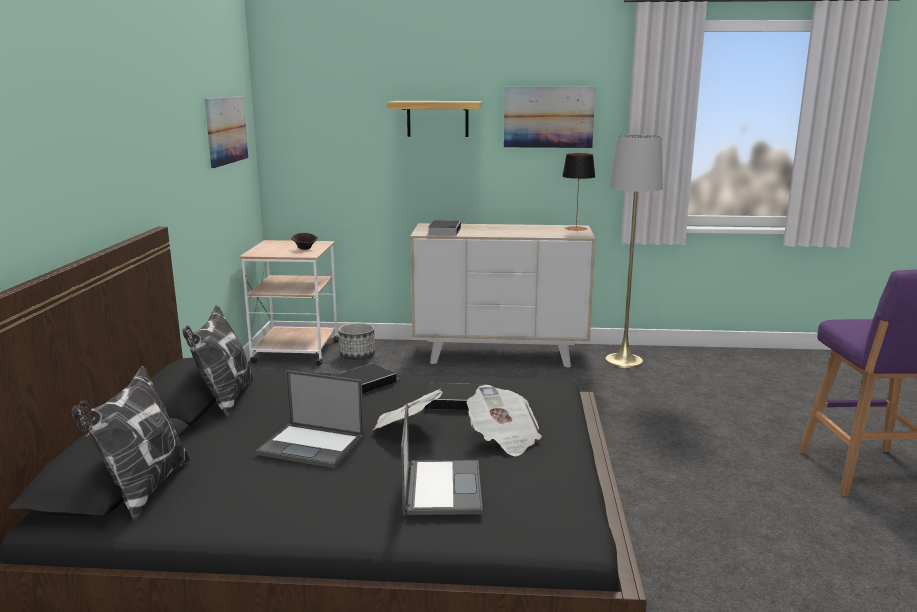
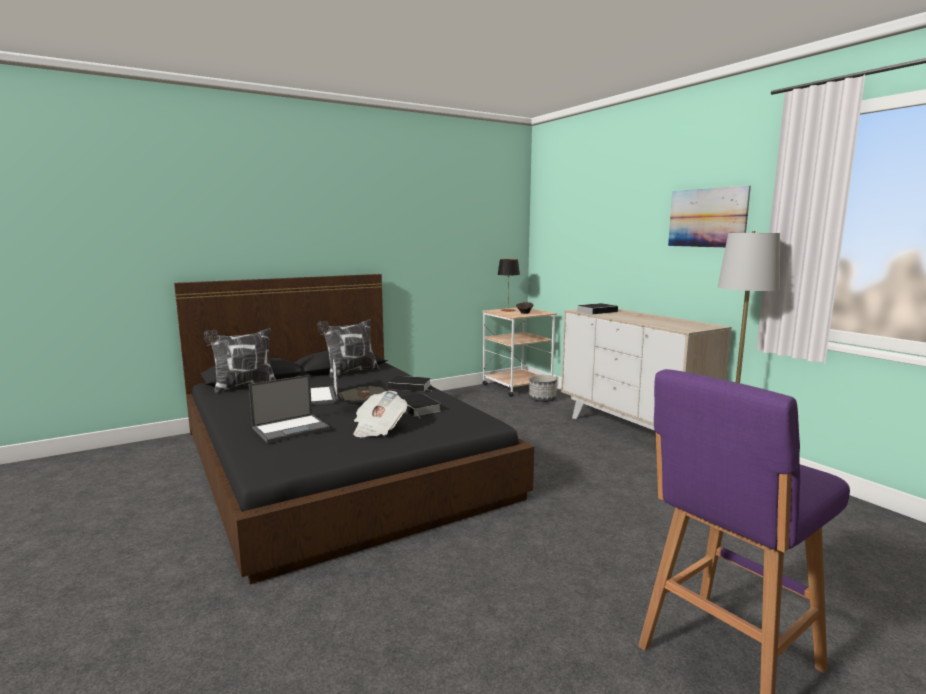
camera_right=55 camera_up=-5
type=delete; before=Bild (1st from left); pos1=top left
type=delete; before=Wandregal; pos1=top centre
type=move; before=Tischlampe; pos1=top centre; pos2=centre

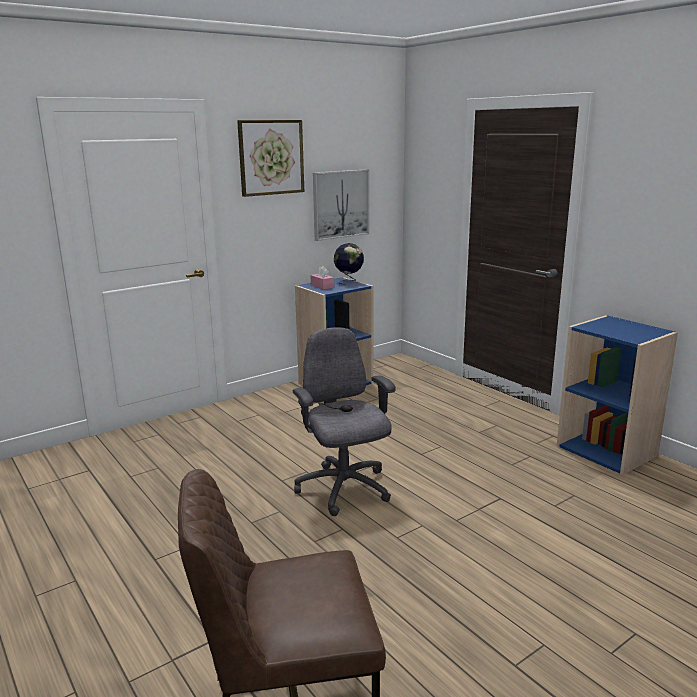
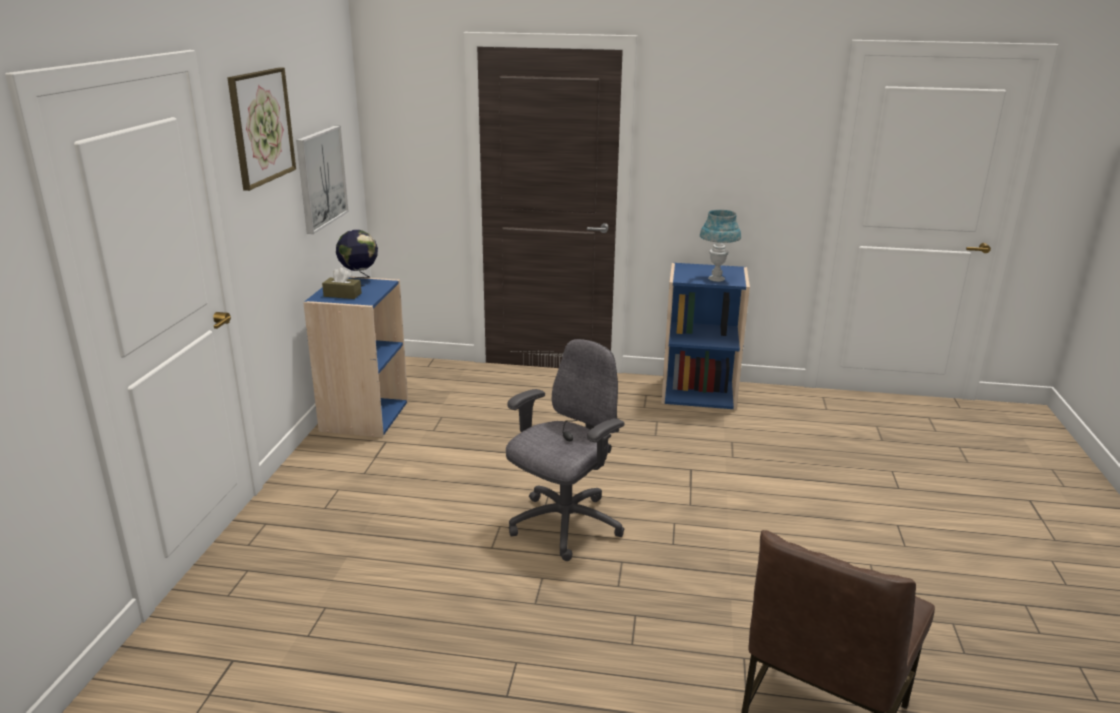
camera_right=-45 camera_up=5
type=insert; after=Tischlampe/blau; pos2=centre
type=recolor; before=Taschentuchbox/rosa; after=Taschentuchbox/braun; pos1=centre; pos2=middle left
type=rotate; before=Bürostuhl/grau; pos1=centre; pos2=centre; turn=105

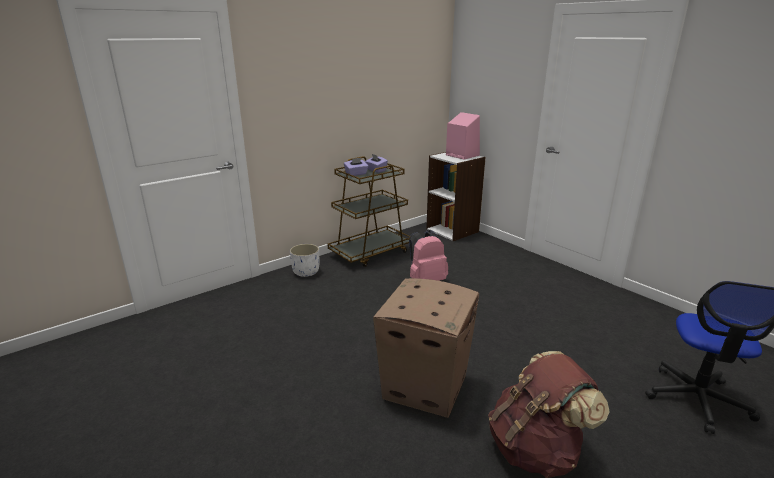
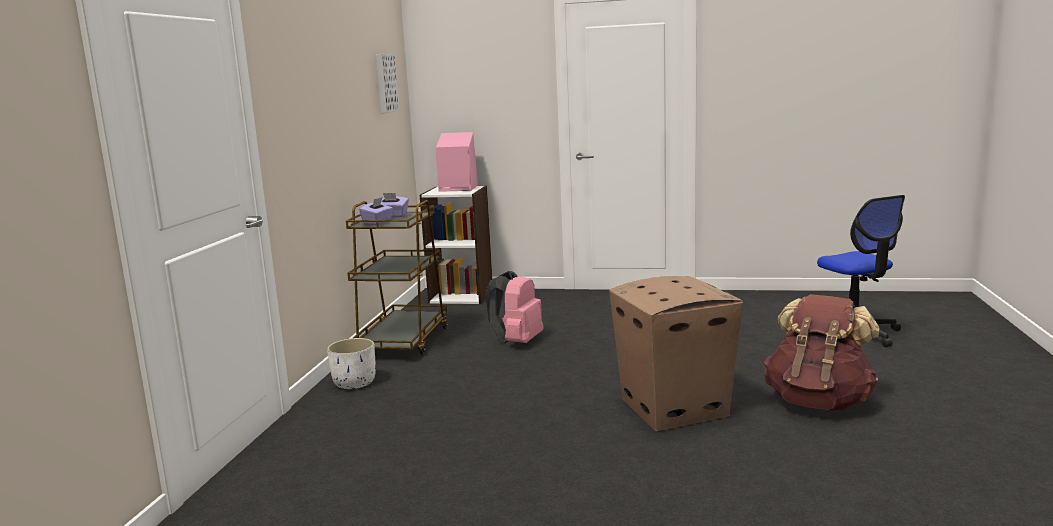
camera_right=-40 camera_up=-10
type=insert; after=Bild; pos2=top centre

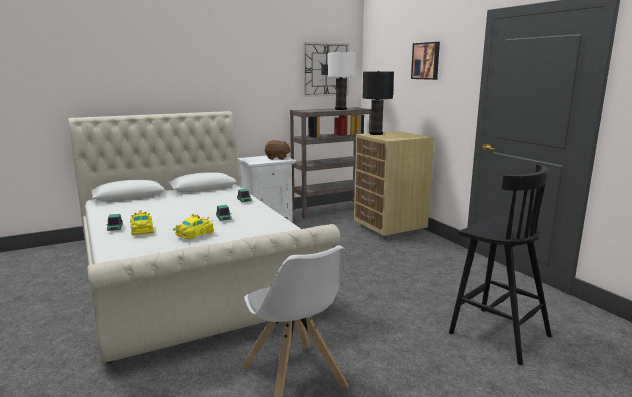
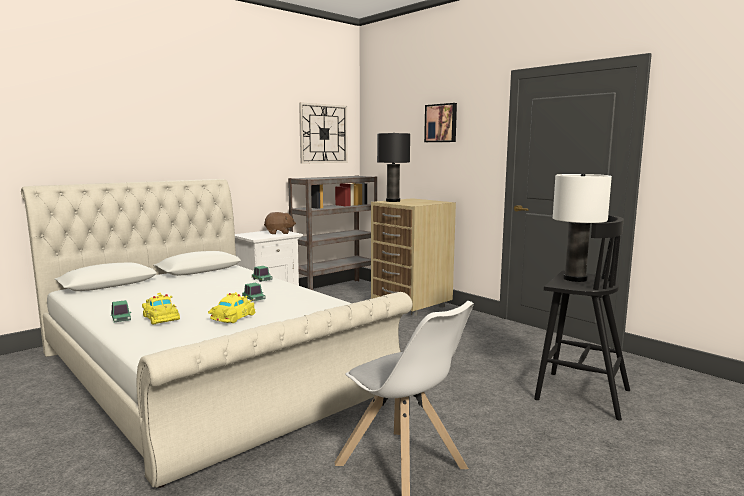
camera_right=-15 camera_up=-5
type=move; before=Tischlampe/weiß; pos1=top centre; pos2=middle right

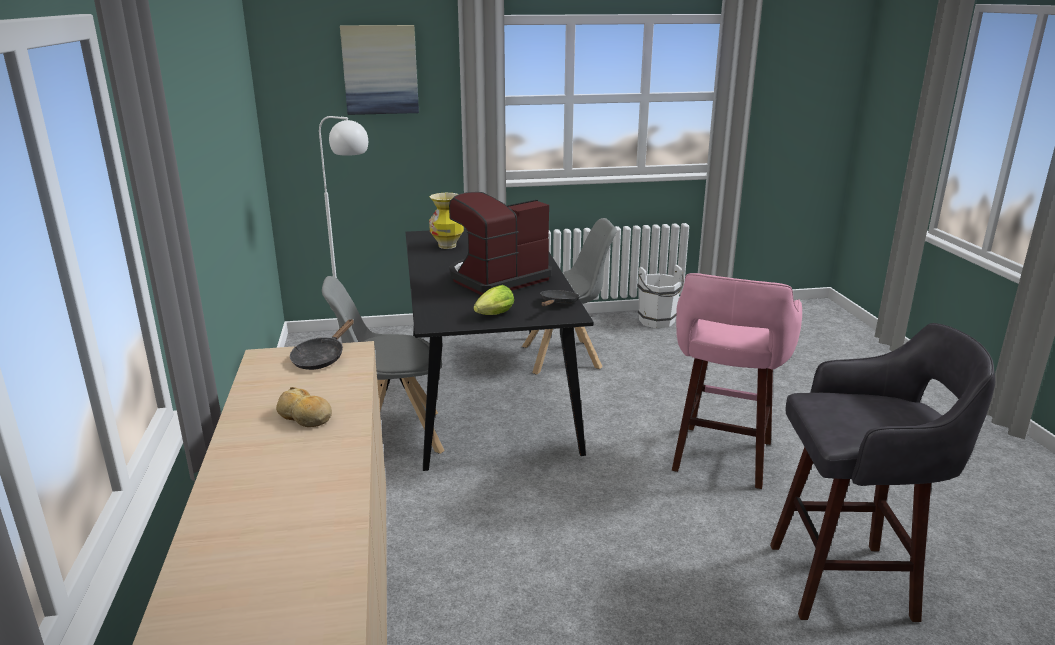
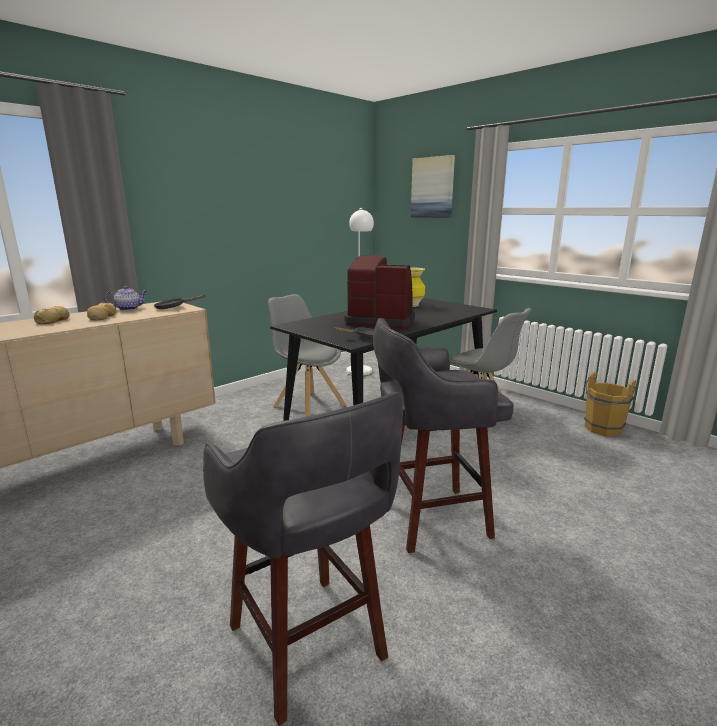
camera_right=55 camera_up=-5
type=delete; before=Salatkopf; pos1=centre
type=insert; after=Brot (1st from left); pos2=middle left
type=insert; after=Teekanne; pos2=middle left
type=recolor; before=Eimer/weiß; after=Eimer/braun; pos1=centre; pos2=middle right
type=recolor; before=Hocker/rosa; after=Hocker/grau (2nd from left); pos1=middle right; pos2=centre

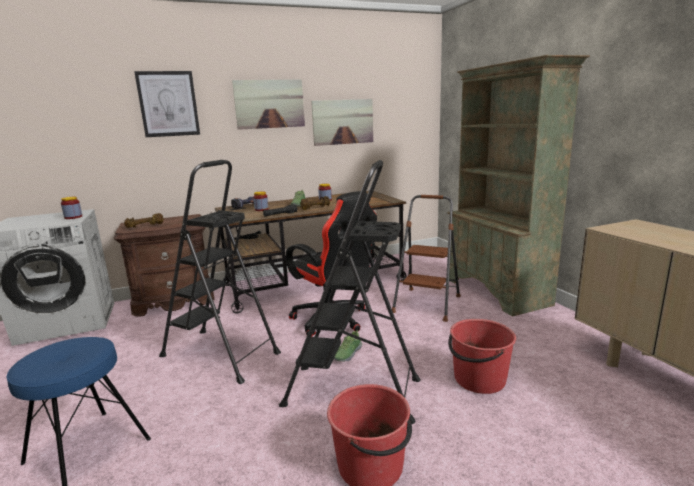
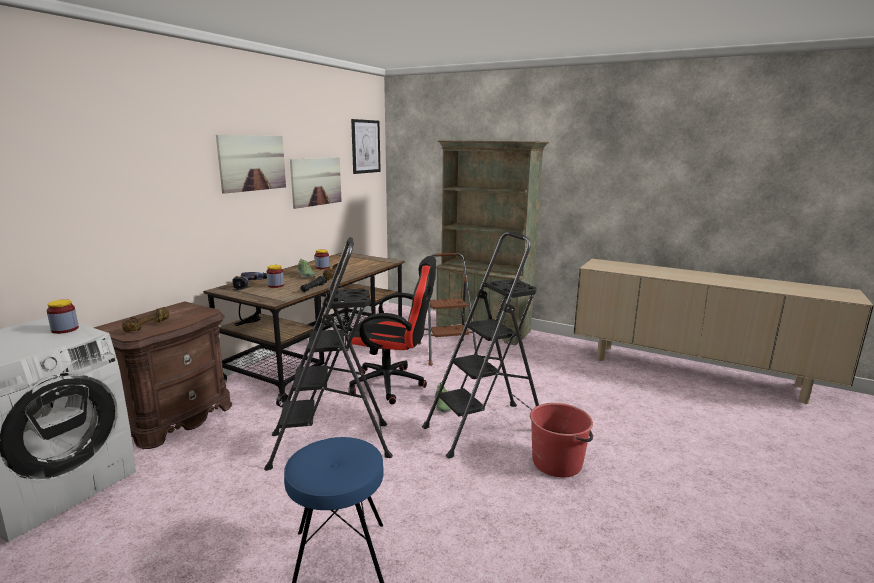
camera_right=-40 camera_up=0
type=delete; before=Eimer/rot (2nd from left); pos1=bottom right
type=move; before=Bild (1st from left in the first image); after=Bild (3rd from left); pos1=top left; pos2=top centre

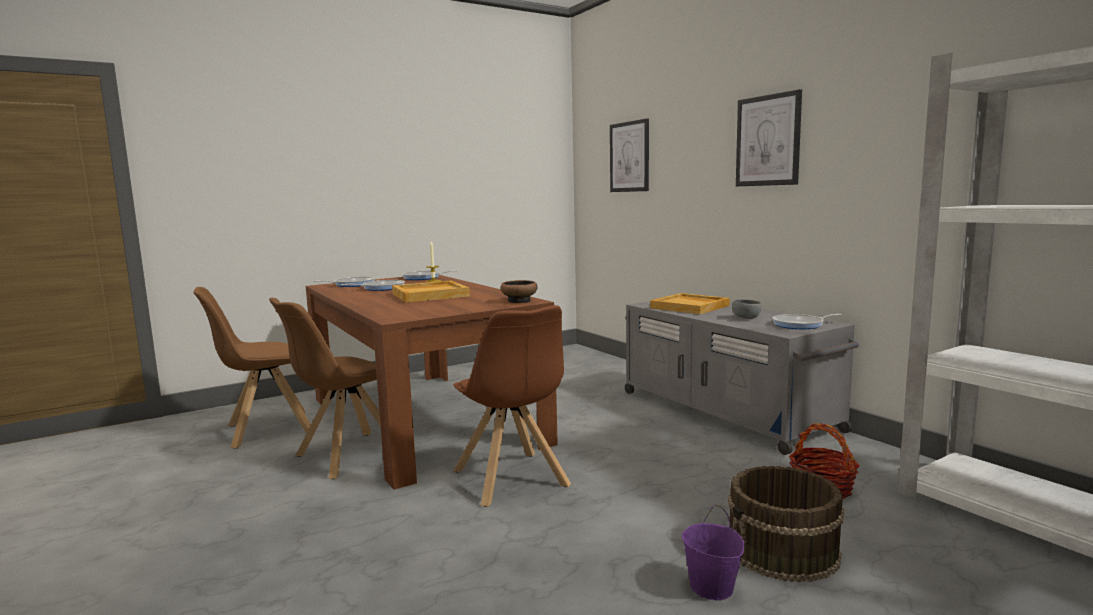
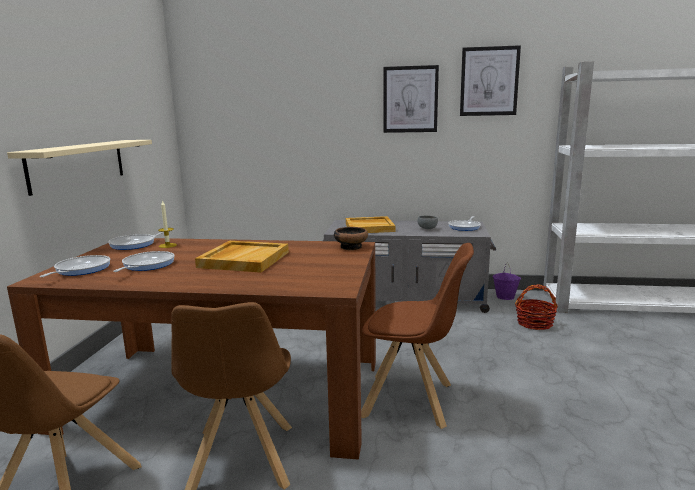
camera_right=-50 camera_up=5
type=delete; before=Eimer/braun; pos1=bottom right
type=insert; after=Wandregal/beige; pos2=middle left
type=move; before=Bild (1st from left in the first image); after=Bild (2nd from left); pos1=top centre; pos2=top right
type=move; before=Eimer/lila; pos1=bottom centre; pos2=middle right

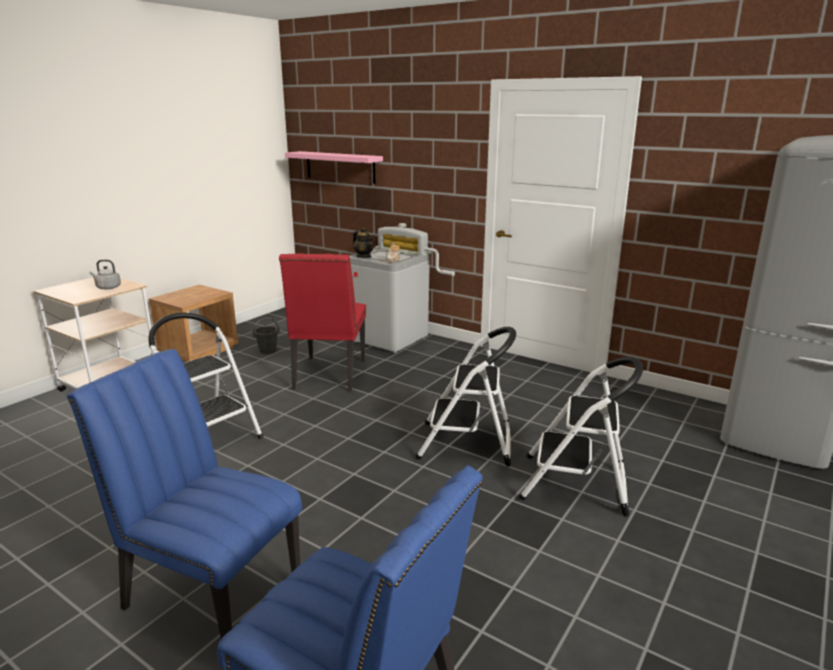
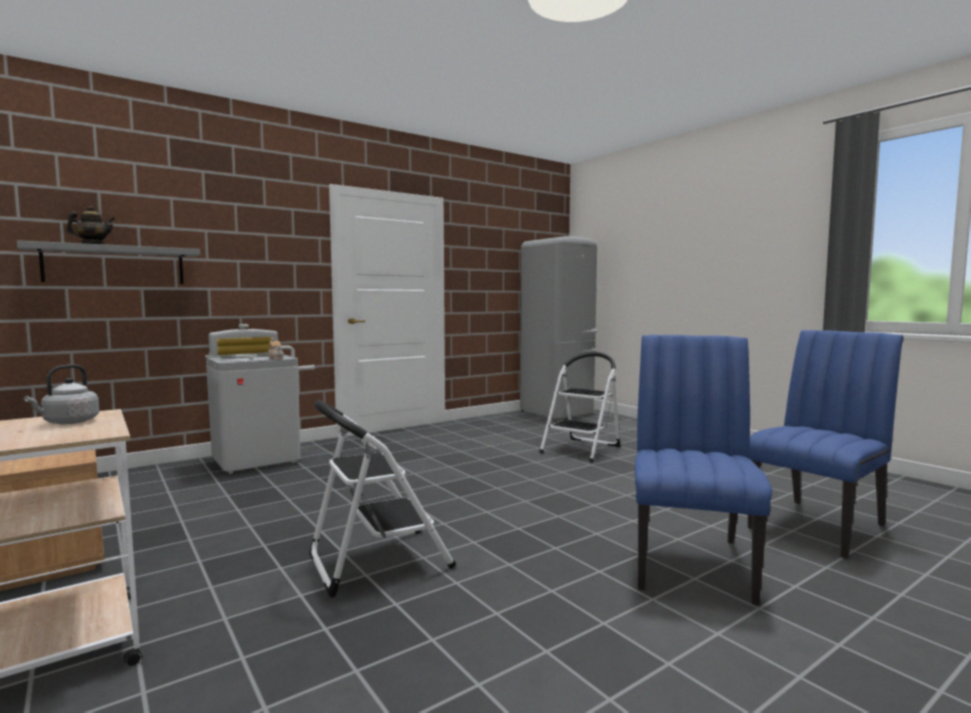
camera_right=-70 camera_up=-15
type=delete; before=Eimer/grau; pos1=middle left
type=delete; before=Stuhl/rot; pos1=centre
type=delete; before=Trittleiter (2nd from left); pos1=centre
type=move; before=Teekanne (1st from left); pos1=centre; pos2=top left
type=recolor; before=Wandregal/rosa; after=Wandregal/grau; pos1=top centre; pos2=middle left
type=rotate; before=Stuhl/blau (1st from left); pos1=bottom left; pos2=middle right; turn=150

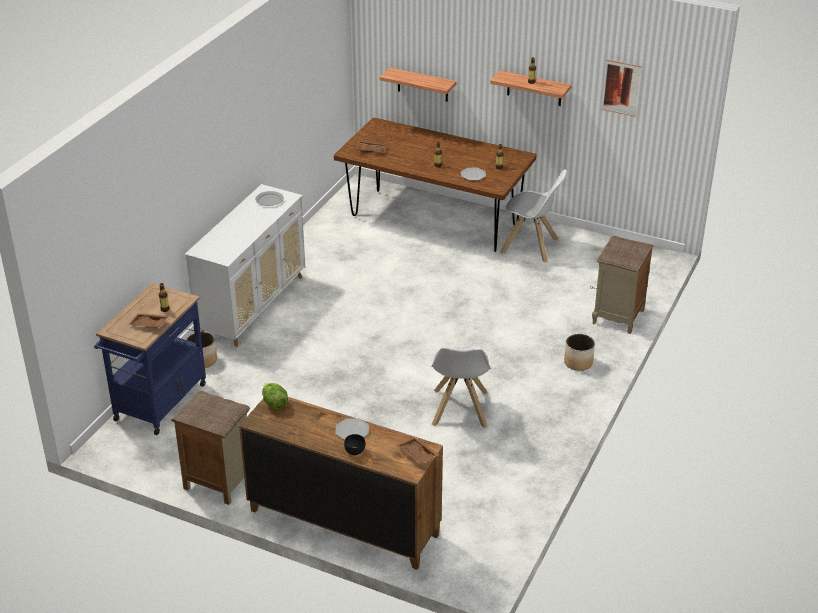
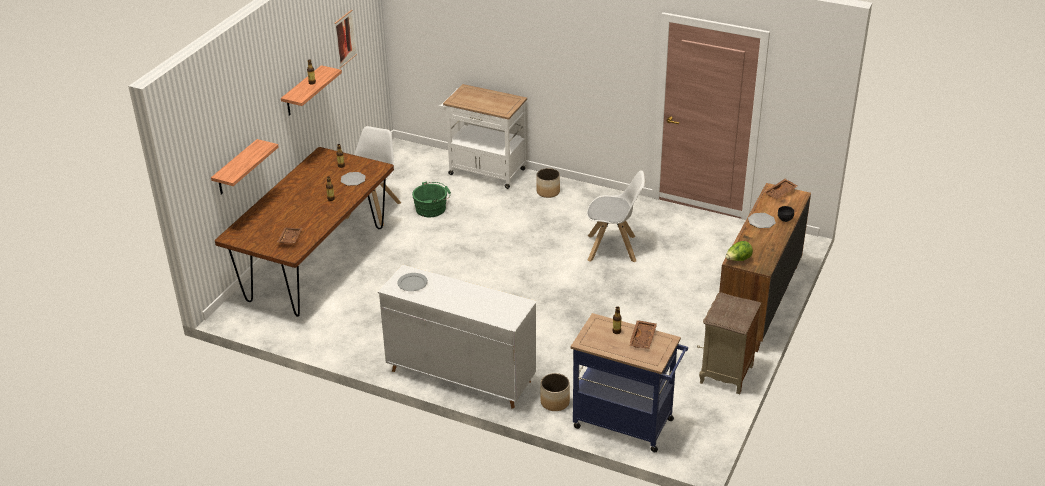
camera_right=-90 camera_up=0
type=insert; after=Eimer/grün; pos2=centre
type=replace; before=Nachttisch/beige (2nd from left); after=Rollwagen/weiß; pos1=middle right; pos2=top centre

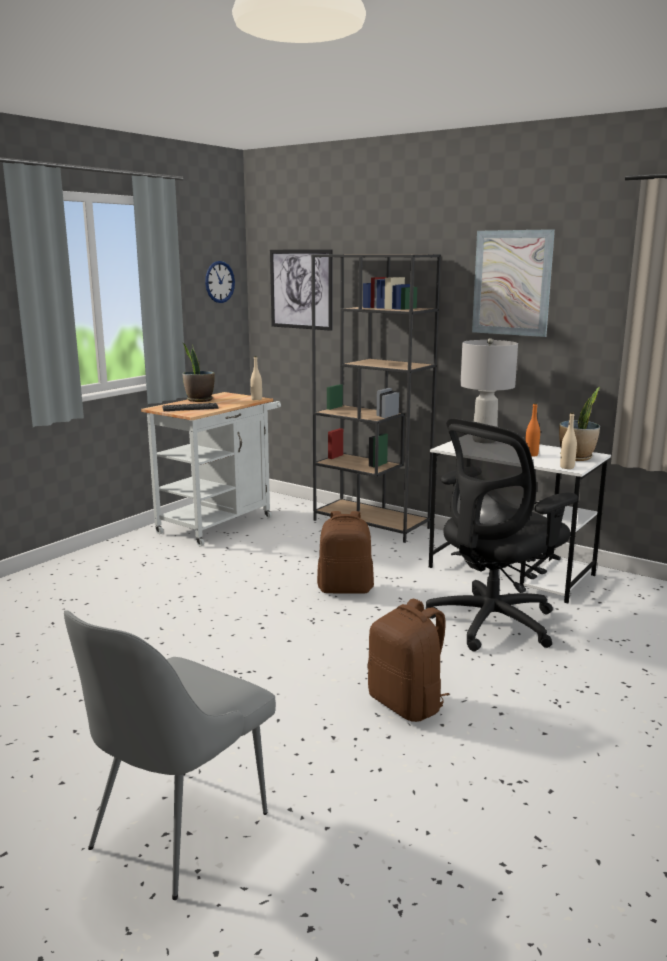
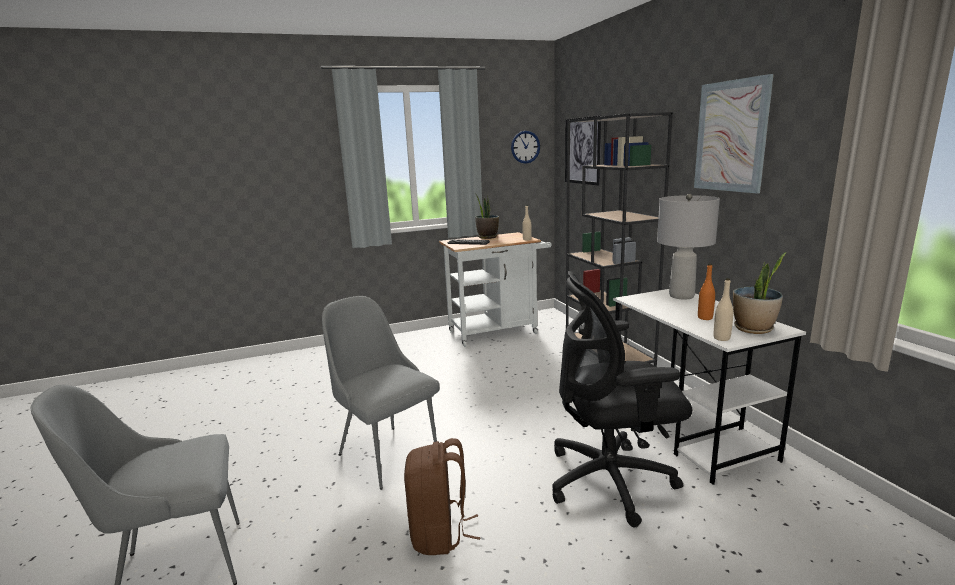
camera_right=35 camera_up=0
type=delete; before=Rucksack/braun (1st from left); pos1=centre
type=insert; after=Stuhl/grau (2nd from left); pos2=bottom centre

